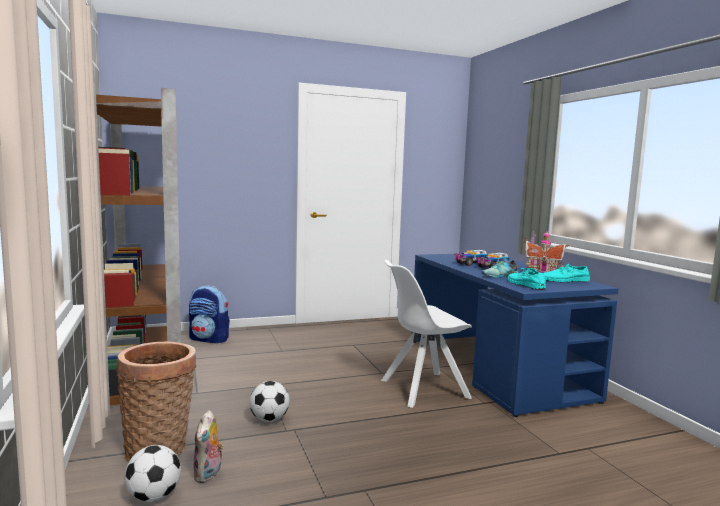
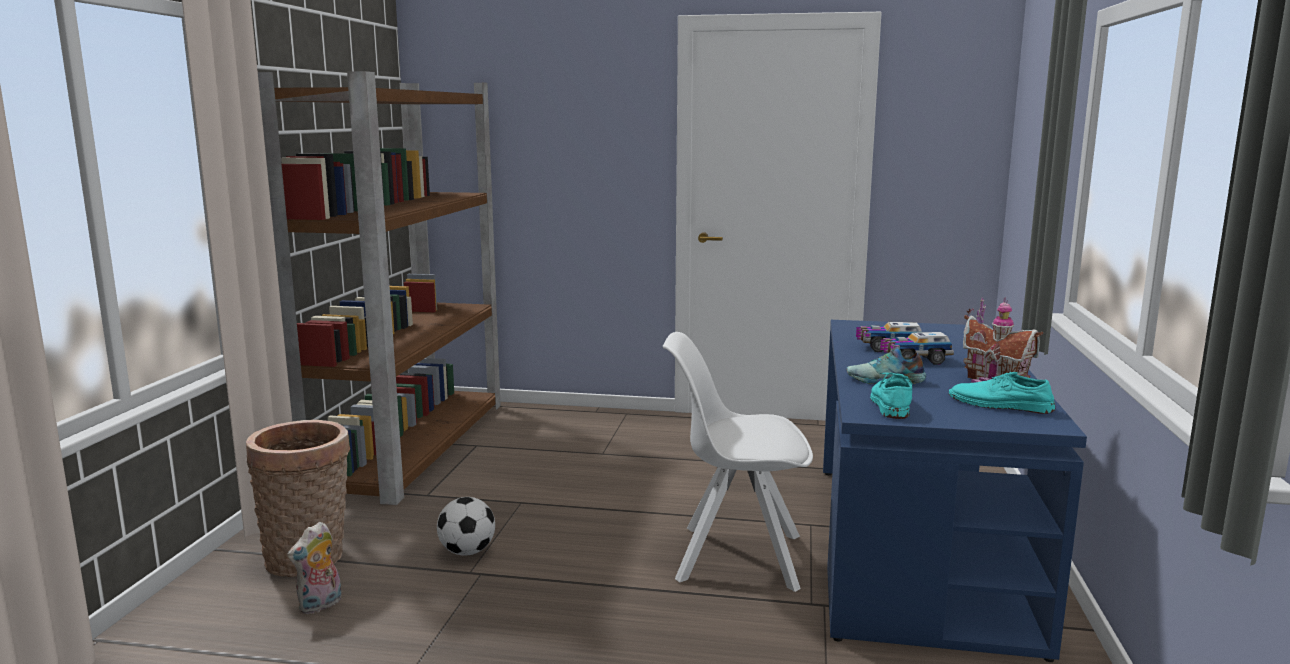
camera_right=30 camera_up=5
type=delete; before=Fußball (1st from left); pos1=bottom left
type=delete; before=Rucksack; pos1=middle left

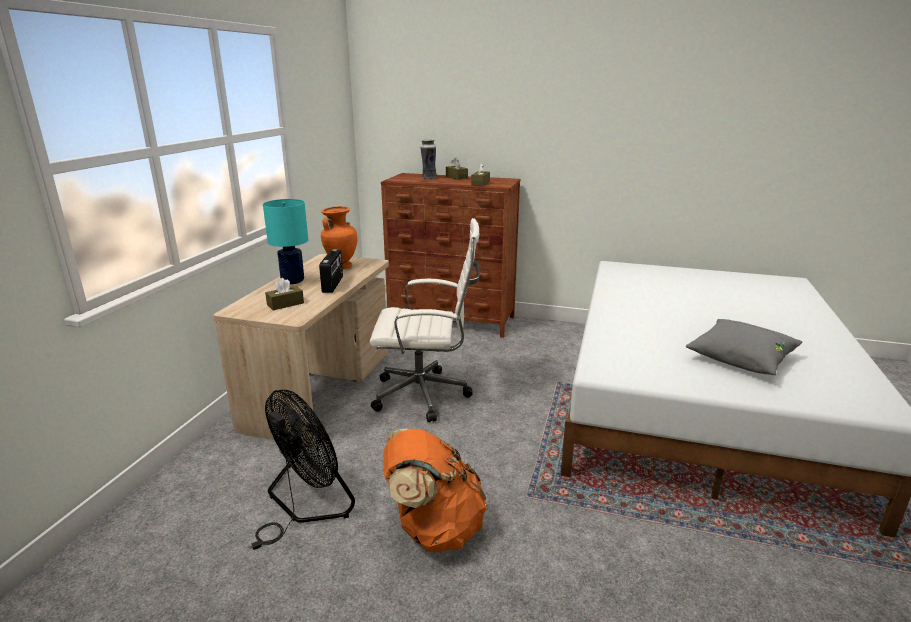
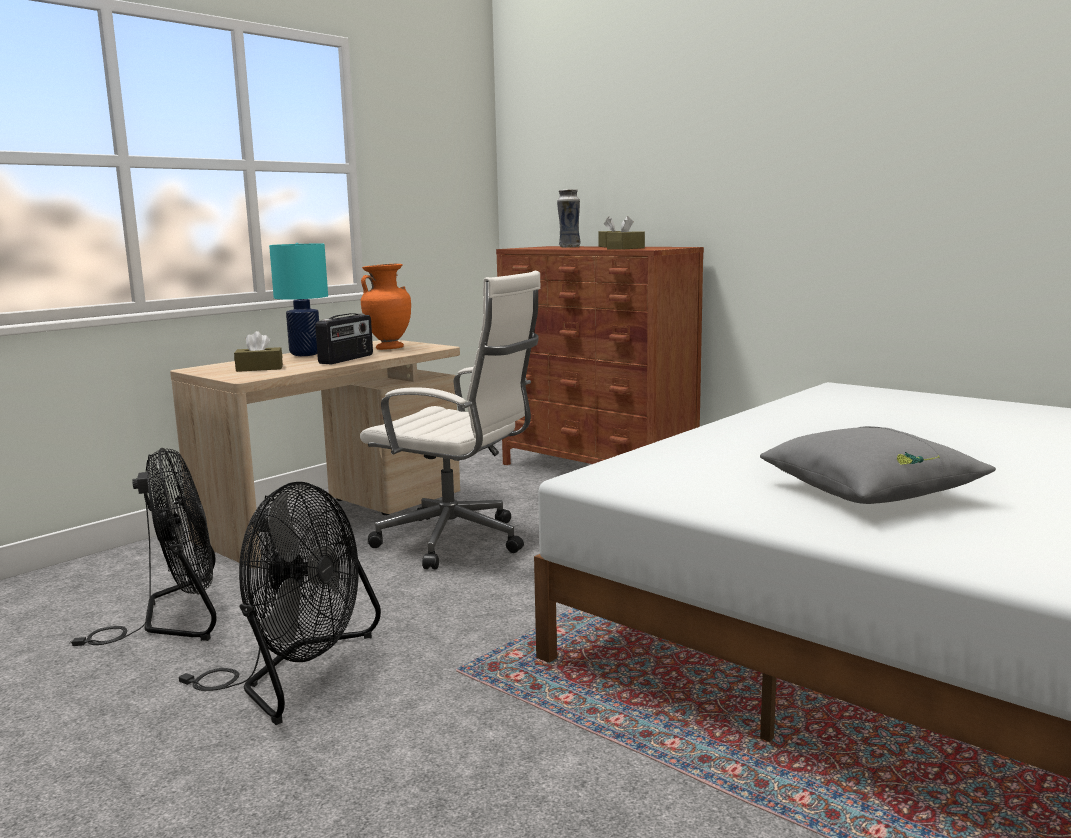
camera_right=25 camera_up=-10
type=replace; before=Rucksack/orange; after=Ventilator/schwarz (2nd from left); pos1=bottom centre; pos2=bottom left

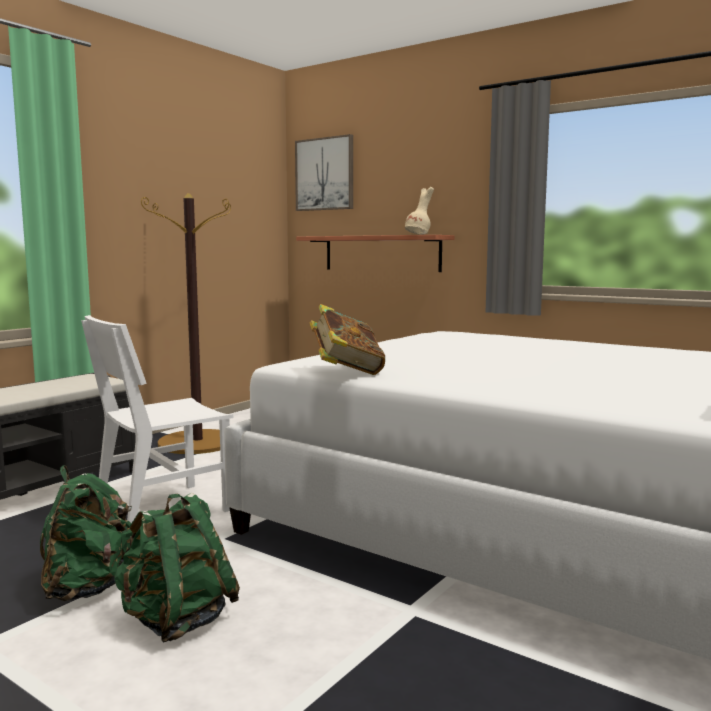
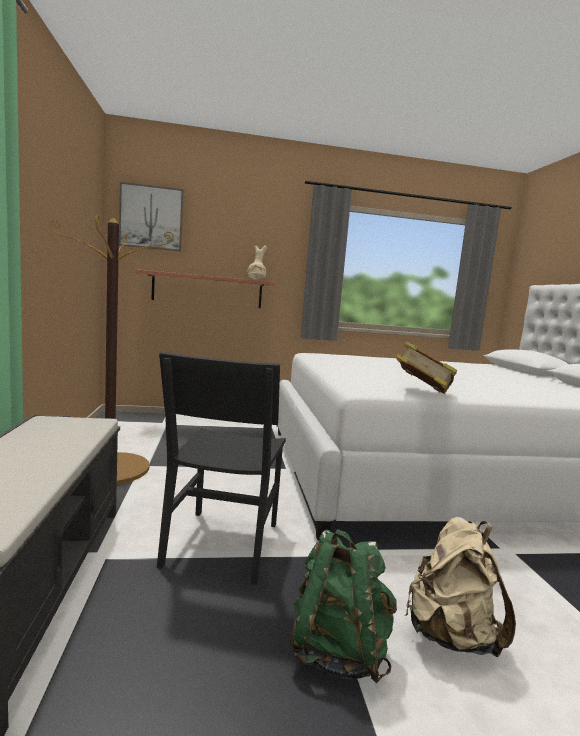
camera_right=-45 camera_up=0
type=recolor; before=Stuhl/weiß; after=Stuhl/schwarz; pos1=middle left; pos2=centre
type=recolor; before=Rucksack/grün (2nd from left); after=Rucksack/beige; pos1=bottom left; pos2=bottom right

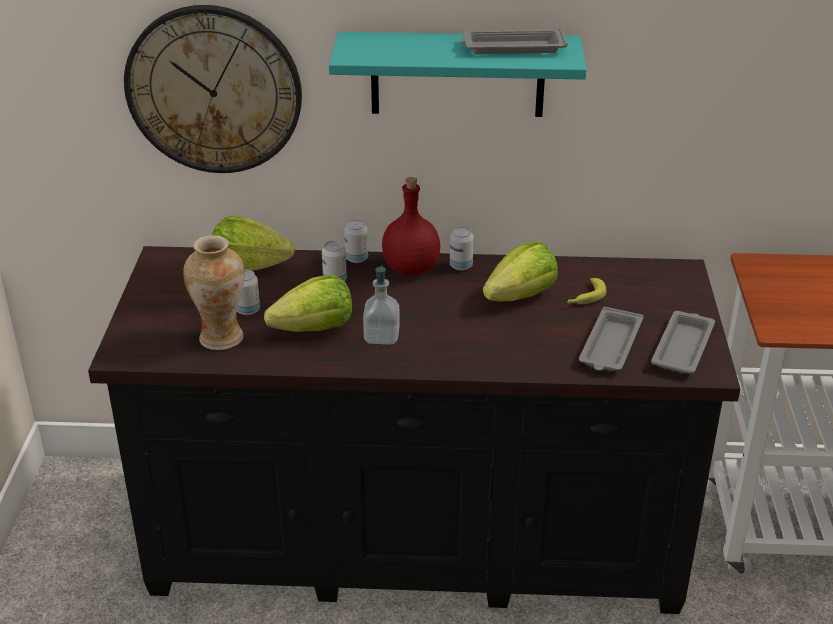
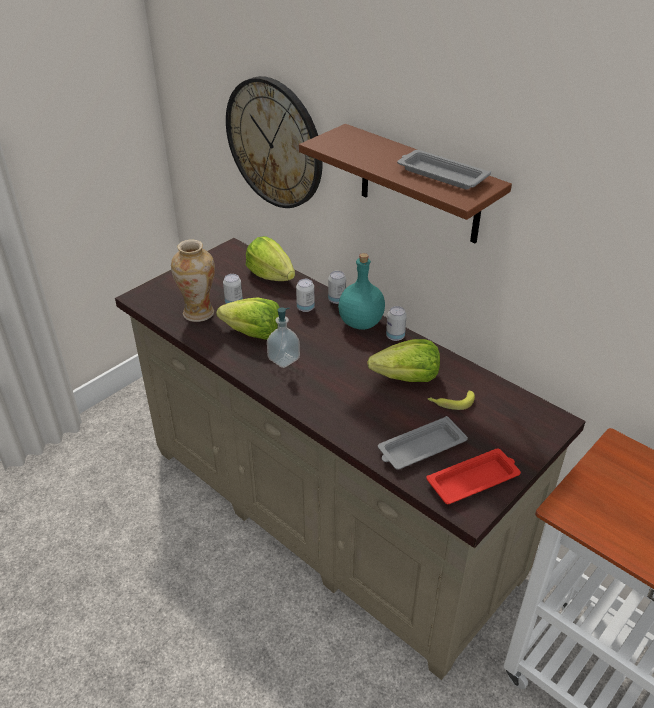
camera_right=40 camera_up=5
type=recolor; before=Schrank/schwarz; after=Schrank/beige; pos1=bottom centre; pos2=centre
type=recolor; before=Wandregal/türkis; after=Wandregal/braun; pos1=top centre; pos2=top centre
type=recolor; before=Flasche/rot; after=Flasche/türkis; pos1=centre; pos2=centre
type=recolor; before=Tablett/grau (3rd from left); after=Tablett/rot; pos1=middle right; pos2=bottom right

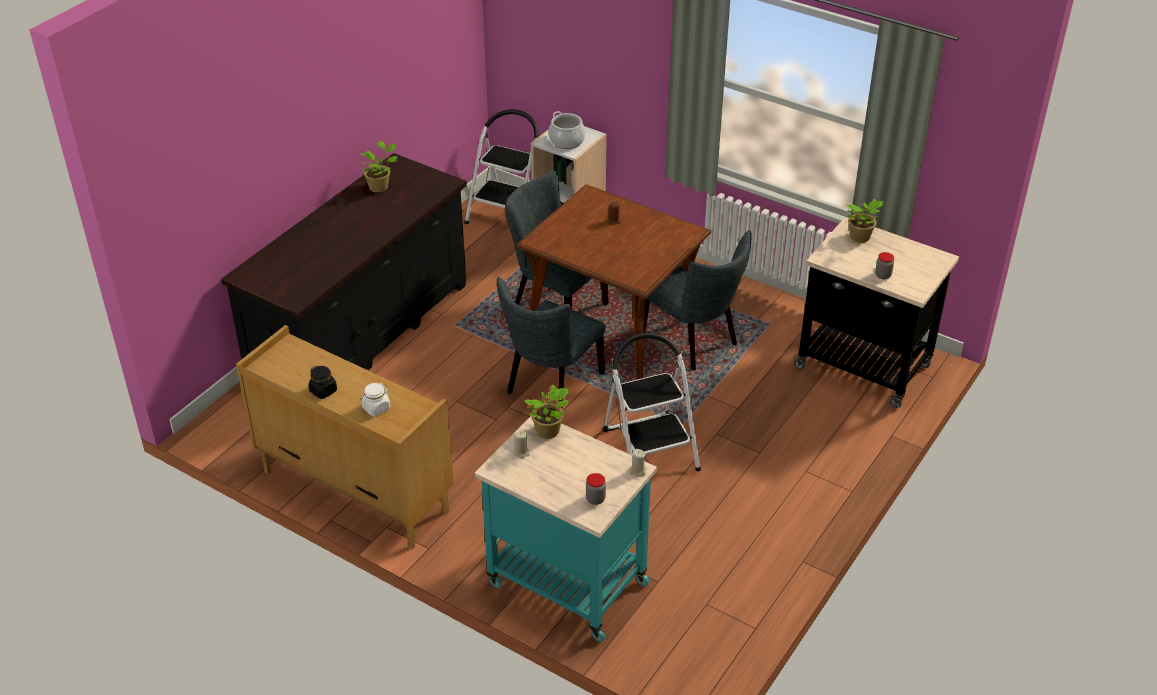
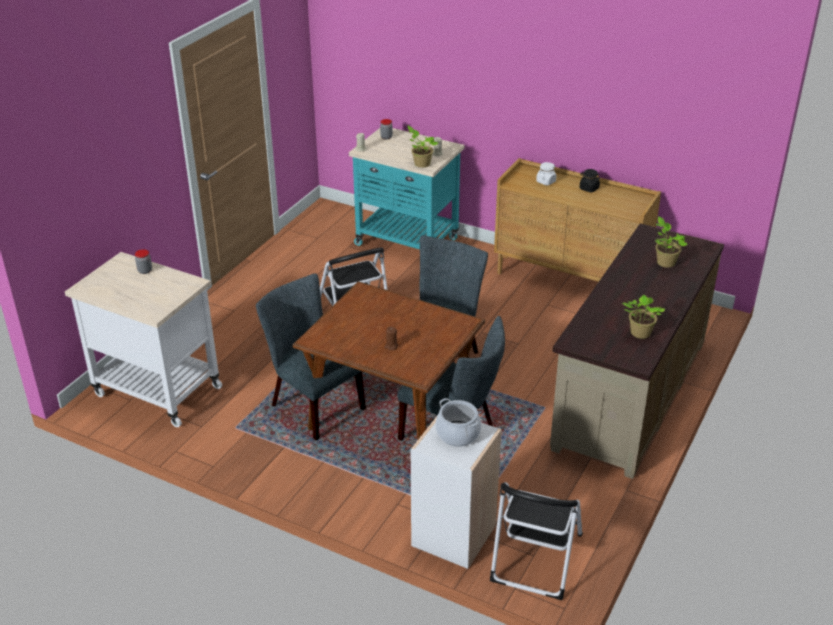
camera_right=175 camera_up=-5
type=move; before=Topfpflanze (3rd from left); pos1=top right; pos2=middle right
type=recolor; before=Schrank/schwarz; after=Schrank/beige; pos1=middle left; pos2=middle right
type=recolor; before=Rollwagen/schwarz; after=Rollwagen/weiß; pos1=middle right; pos2=middle left

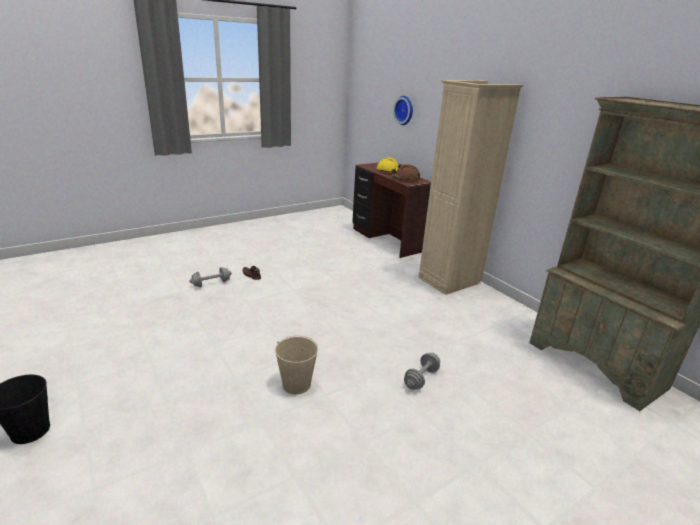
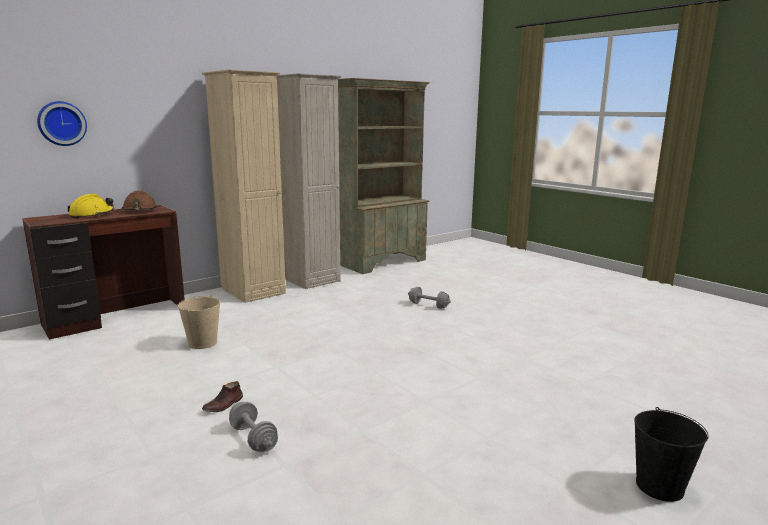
camera_right=-95 camera_up=-10
type=insert; after=Schrank/beige (2nd from left); pos2=centre
type=move; before=Eimer/beige; pos1=bottom centre; pos2=middle left

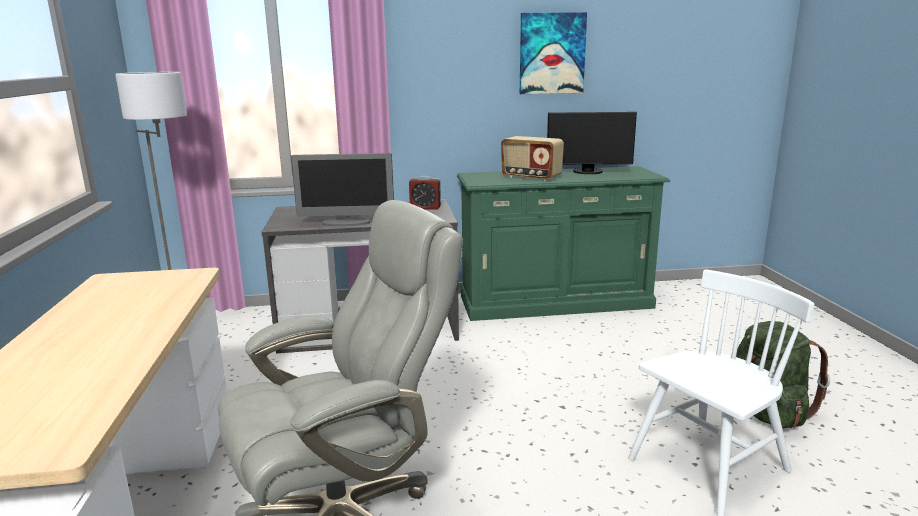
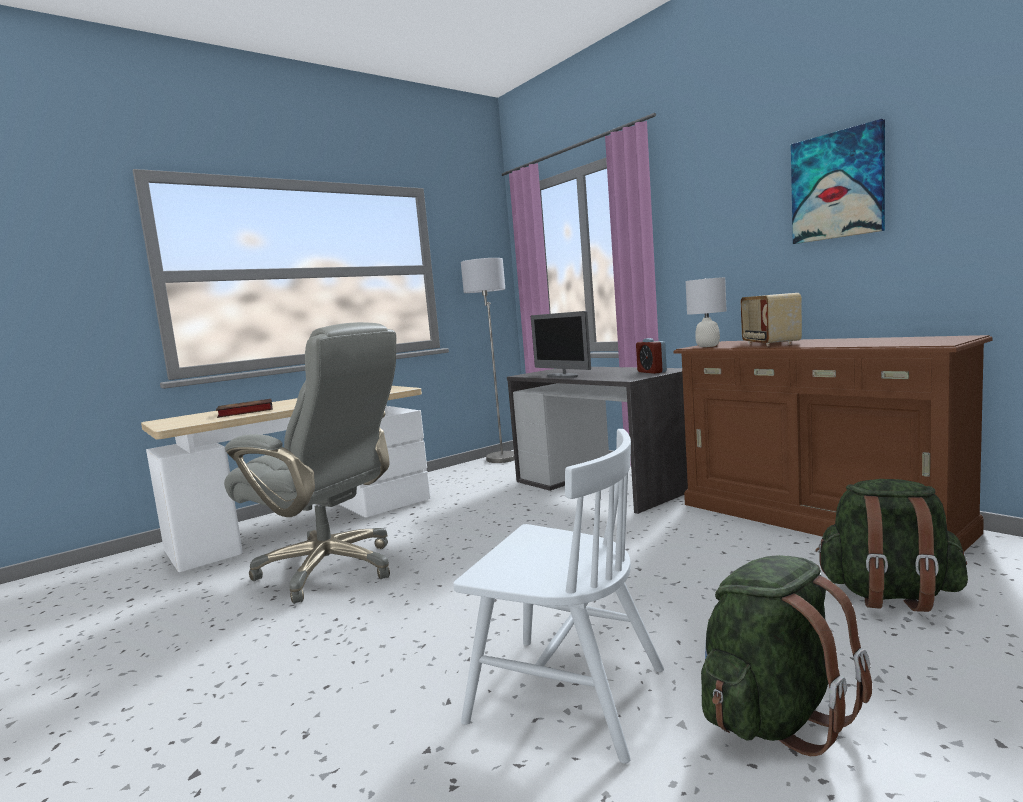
camera_right=60 camera_up=-10
type=delete; before=Monitor (2nd from left); pos1=top centre
type=insert; after=Buch; pos2=middle left
type=insert; after=Tischlampe/grau; pos2=middle right
type=insert; after=Rucksack/grün (2nd from left); pos2=bottom right
type=recolor; before=Schrank/grün; after=Schrank/braun; pos1=centre; pos2=middle right

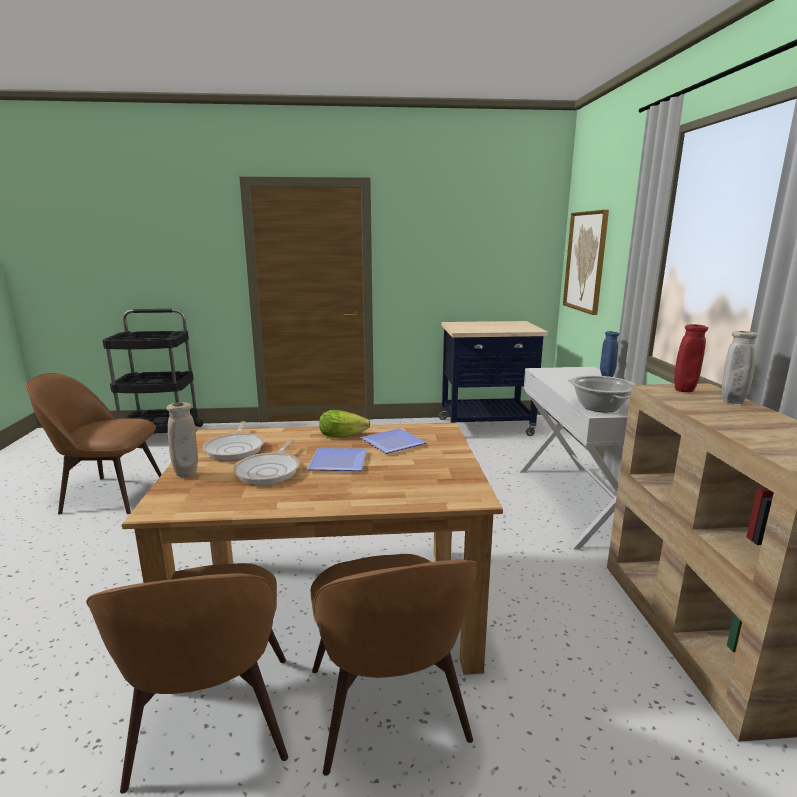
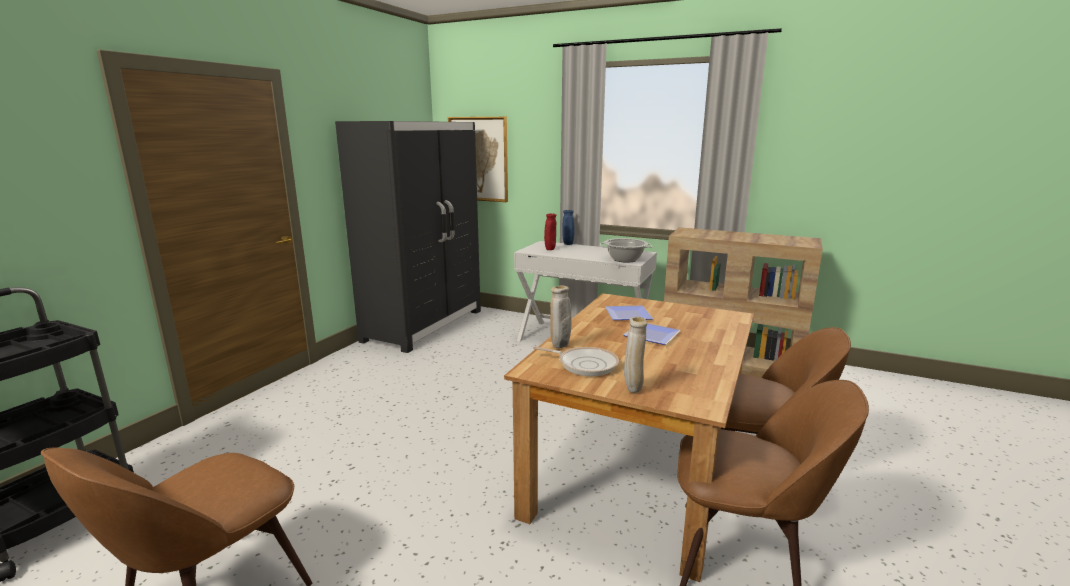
camera_right=-60 camera_up=0
type=delete; before=Pfanne (2nd from left); pos1=centre
type=delete; before=Salatkopf; pos1=centre
type=move; before=Vase/rot; pos1=middle right; pos2=centre
type=move; before=Vase/beige (2nd from left in the first image); after=Vase/beige (1st from left); pos1=middle right; pos2=centre
type=replace; before=Rollwagen/blau; after=Schrank/schwarz; pos1=centre; pos2=centre

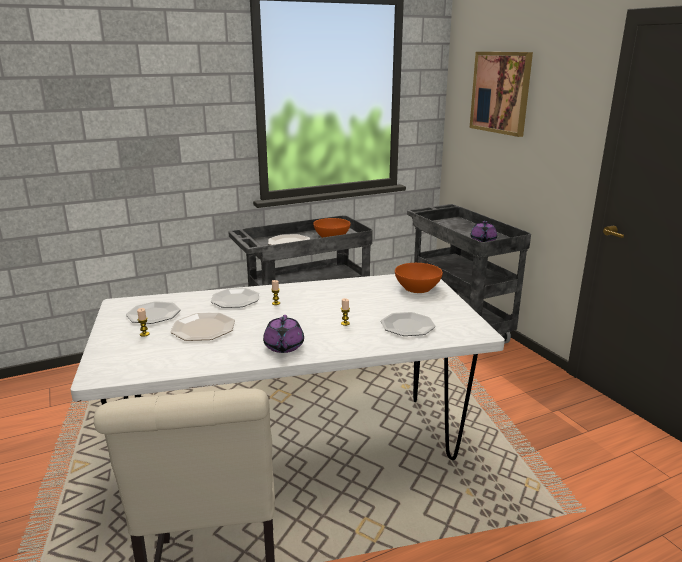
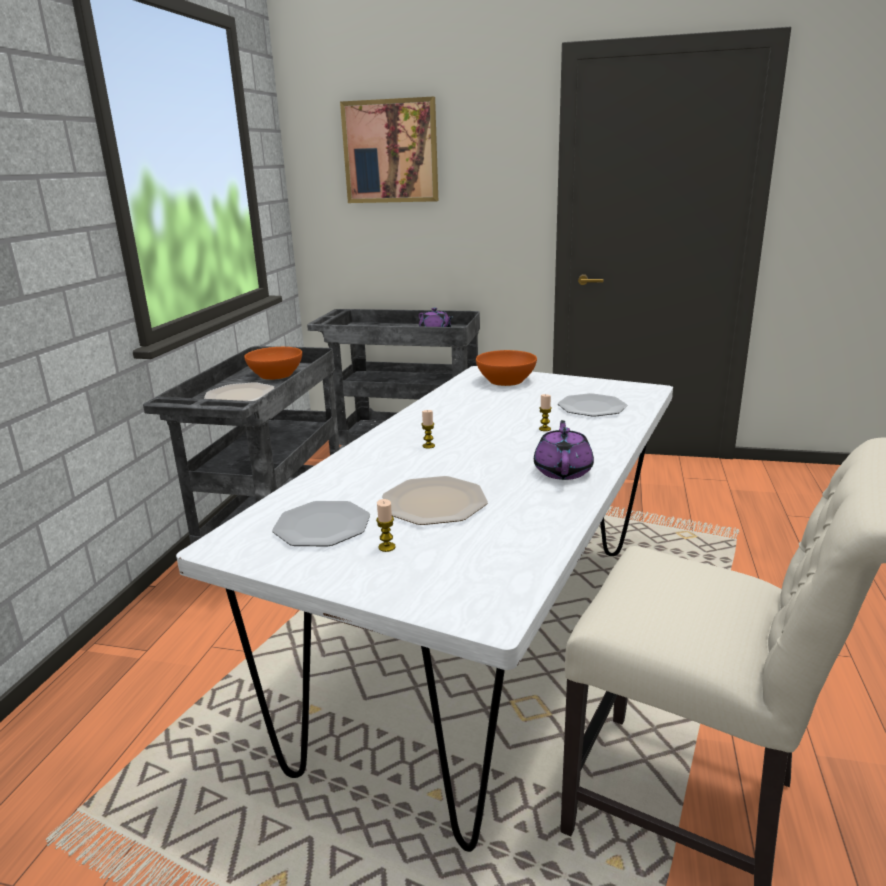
camera_right=-50 camera_up=0
type=delete; before=Teller (3rd from left); pos1=centre
type=rotate; before=Teekanne/lila (1st from left in the first image); pos1=centre; pos2=centre; turn=-120

